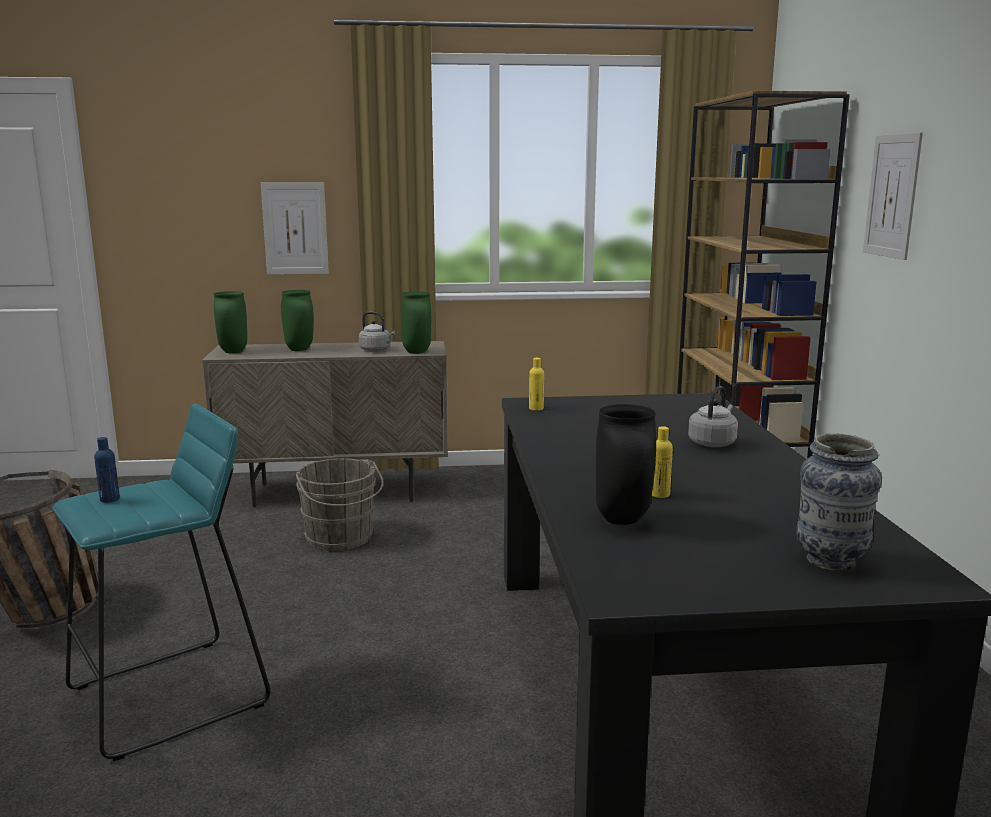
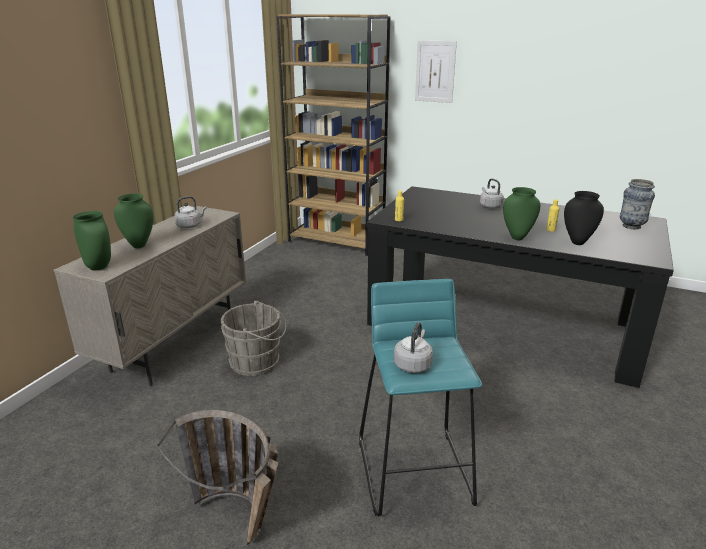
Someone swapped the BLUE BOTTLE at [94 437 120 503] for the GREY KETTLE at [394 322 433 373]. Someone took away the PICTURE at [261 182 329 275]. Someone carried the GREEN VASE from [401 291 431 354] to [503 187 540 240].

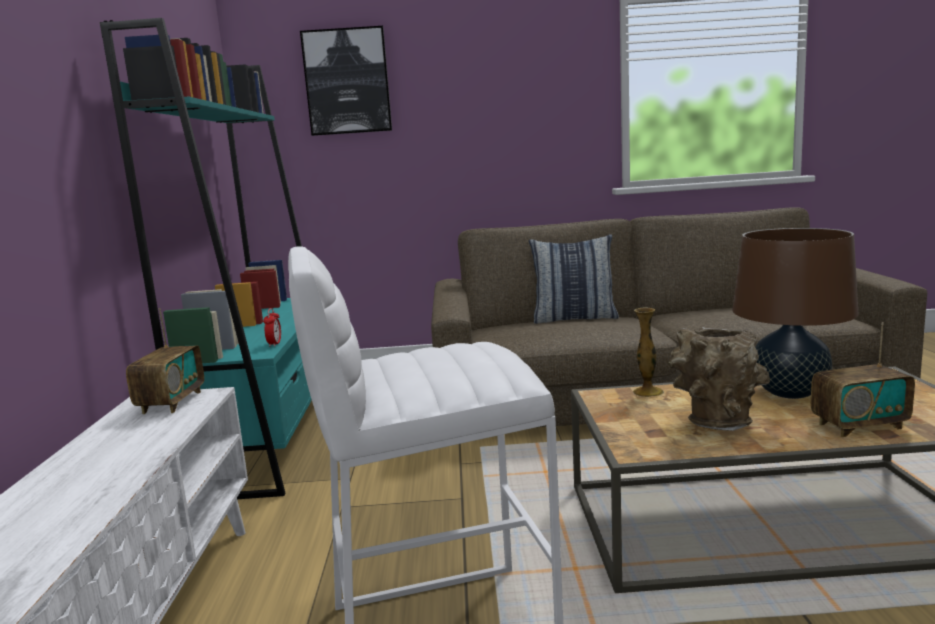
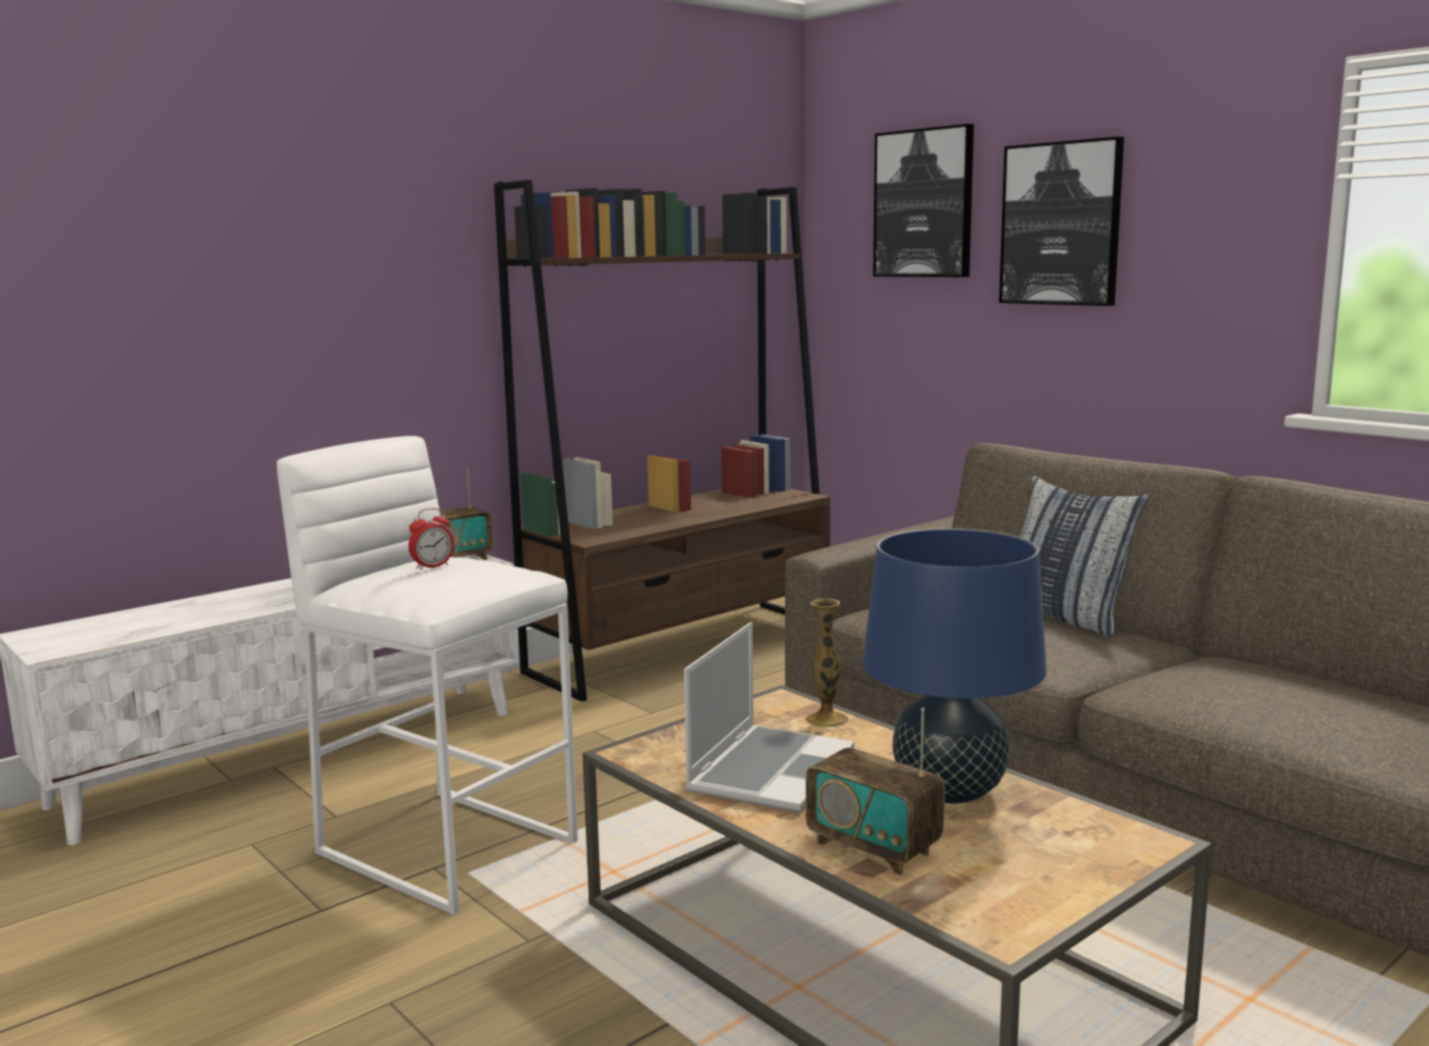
Someone repainted the TURQUOISE BOOKCASE at [100 18 312 499], which became the BROWN BOOKCASE at [494 180 830 702]. Someone carried the ALARM CLOCK from [263 308 281 347] to [409 508 454 570]. Someone swapped the BROWN VASE at [668 327 770 431] for the LAPTOP at [684 622 855 812]. Someone repainted the BROWN TABLE LAMP at [732 228 858 399], which became the BLUE TABLE LAMP at [863 528 1047 804]. Someone put up the PICTURE at [999 137 1124 306].

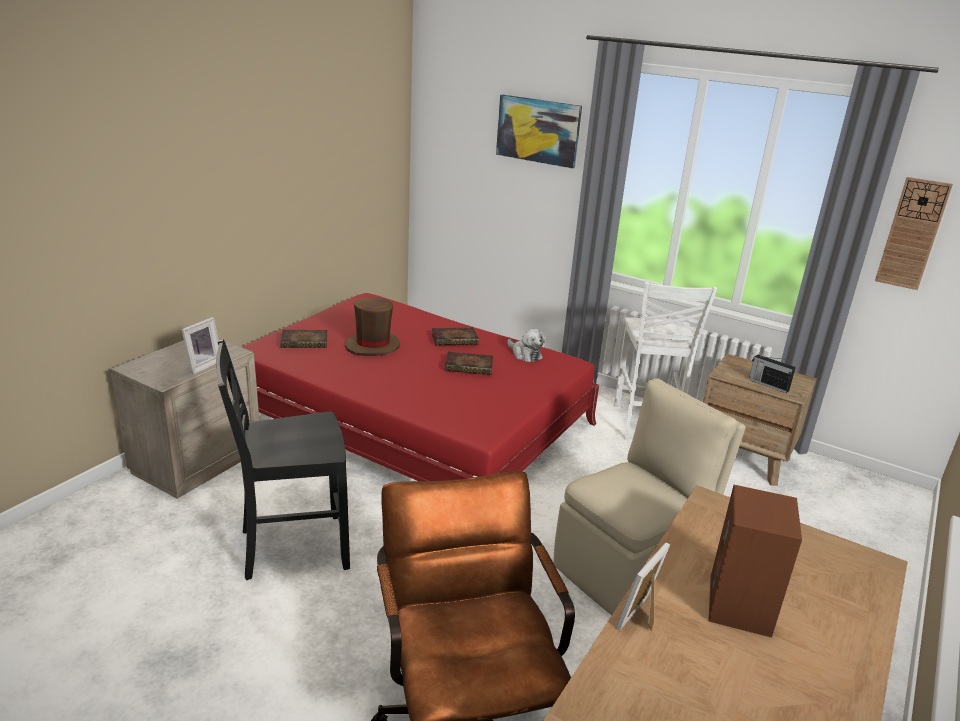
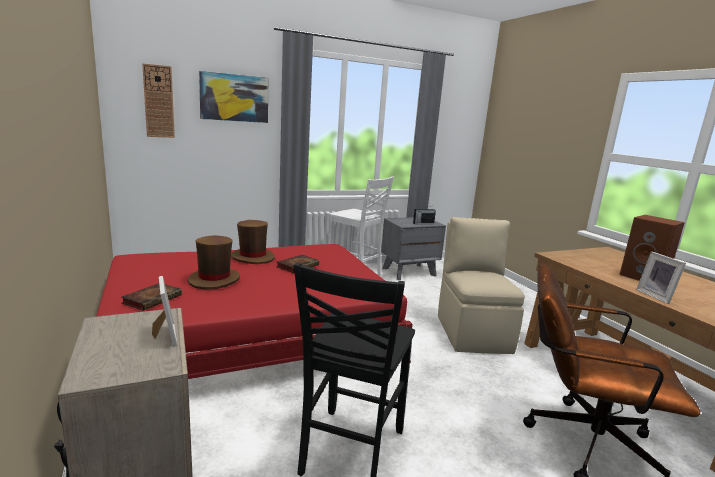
Someone swapped the BOOK at [432 328 479 345] for the BROWN HAT at [231 220 275 264]. Someone took away the PLUSH TOY at [508 329 545 362]. Someone repainted the BROWN NIGHTSTAND at [703 354 817 486], which became the GREY NIGHTSTAND at [381 217 446 280]. Someone carried the WALL CLOCK from [875 177 953 290] to [142 63 175 138].

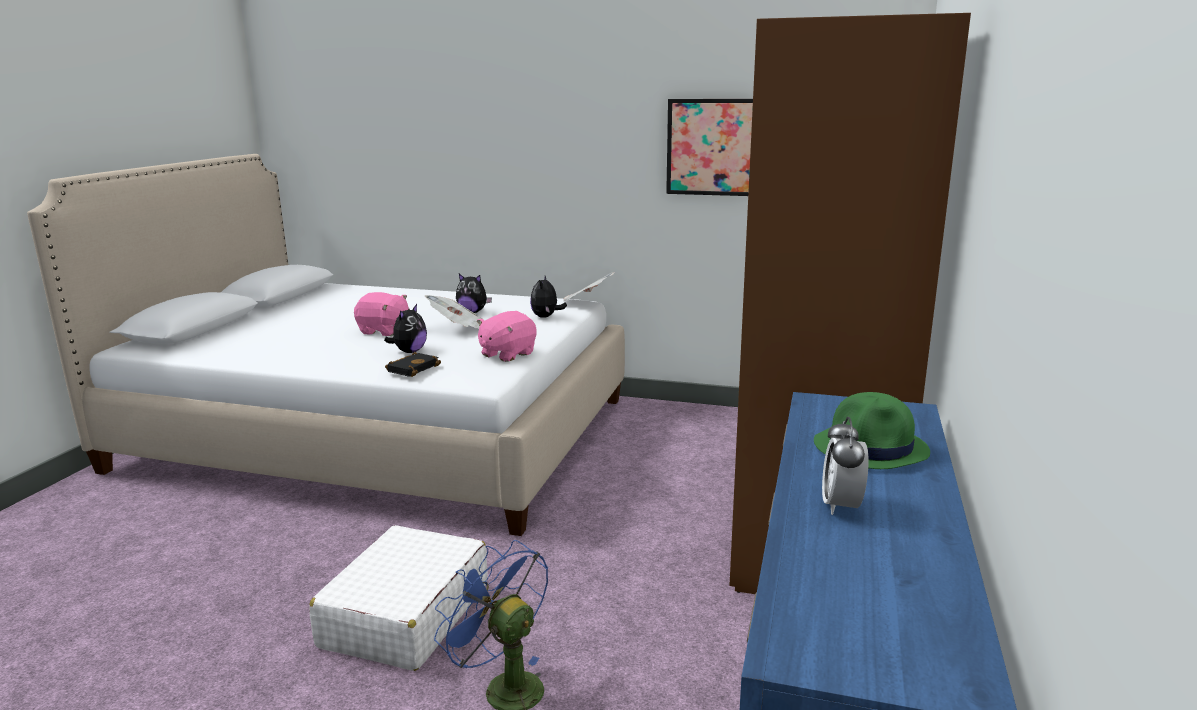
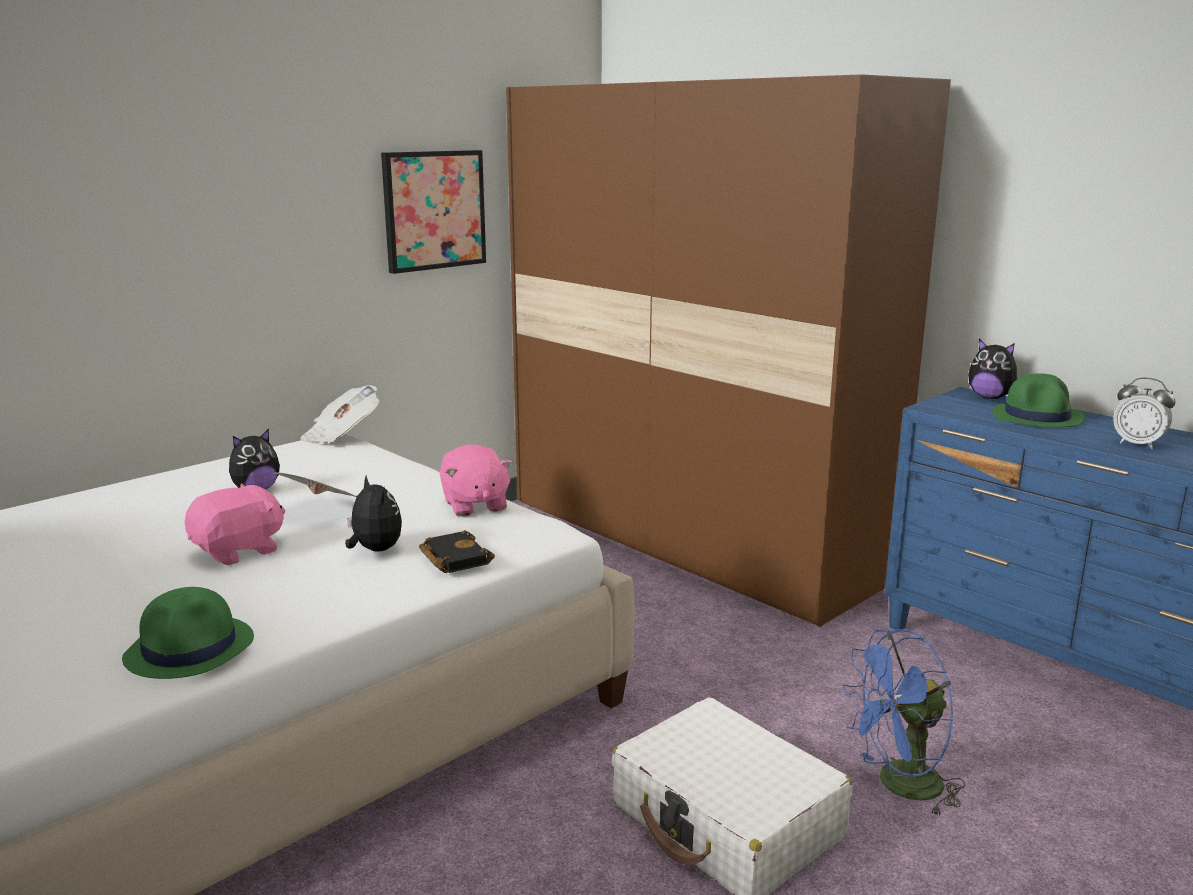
Someone carried the PLUSH TOY from [530 276 567 318] to [968 339 1018 399]. Someone put down the GREEN HAT at [122 587 254 679].

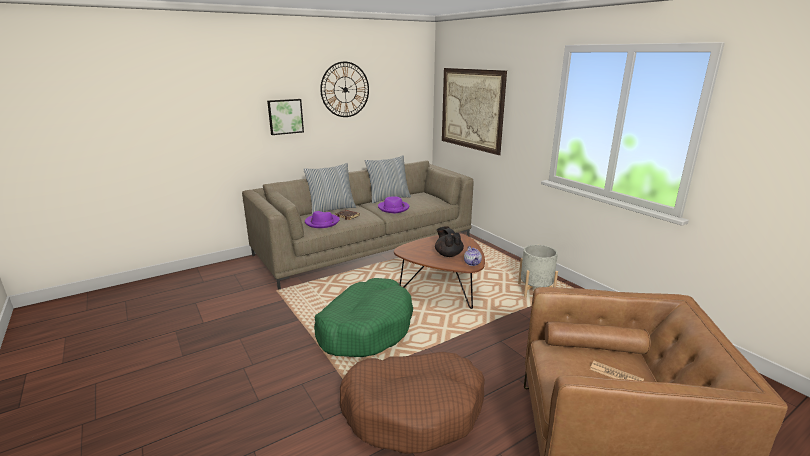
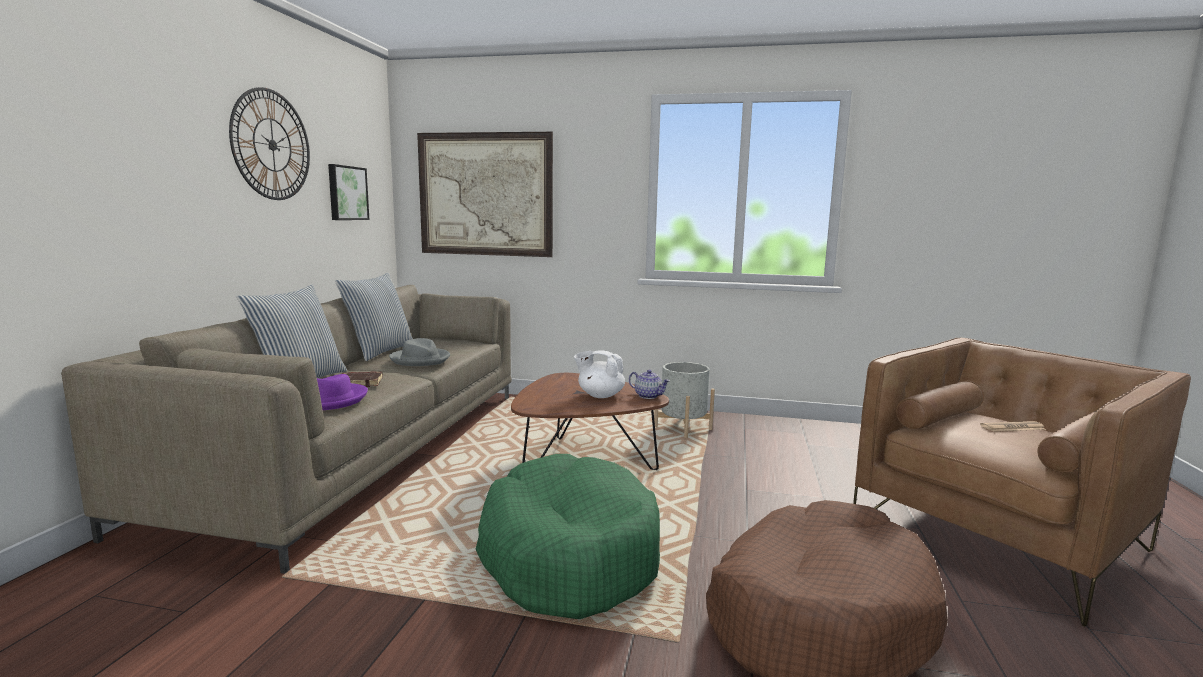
Someone carried the PICTURE from [267 99 304 135] to [328 164 369 220]. Someone repainted the PURPLE HAT at [378 196 409 213], which became the GREY HAT at [389 338 450 366]. Someone repainted the BLACK TEAPOT at [435 226 464 257], which became the WHITE TEAPOT at [574 350 625 398].

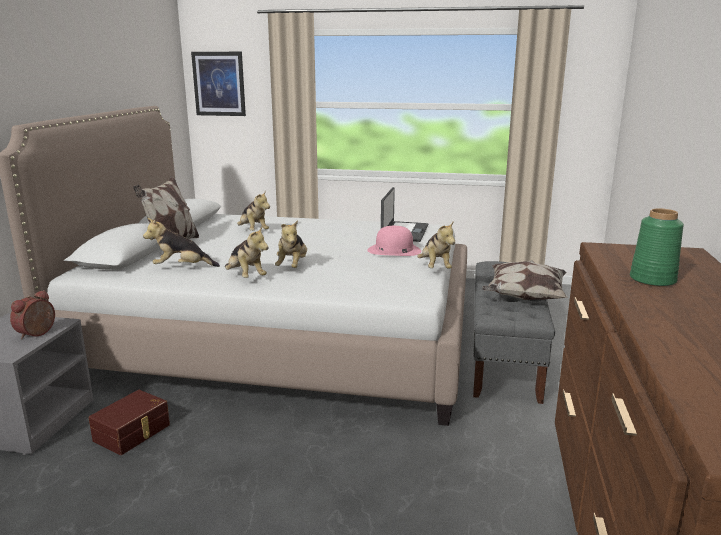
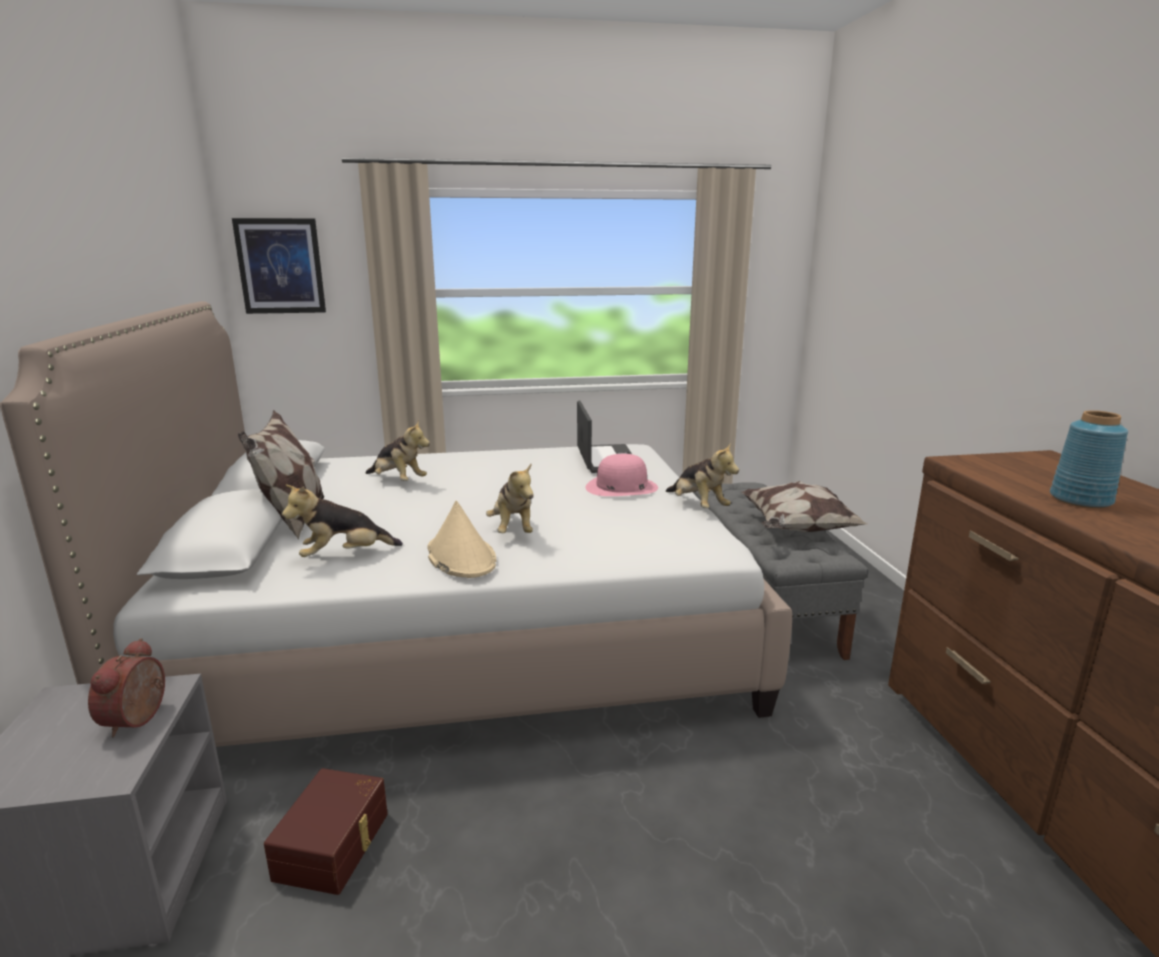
Someone swapped the PLUSH TOY at [225 227 269 278] for the BEIGE HAT at [427 501 496 578]. Someone repainted the GREEN VASE at [630 208 684 287], which became the BLUE VASE at [1050 410 1128 508].

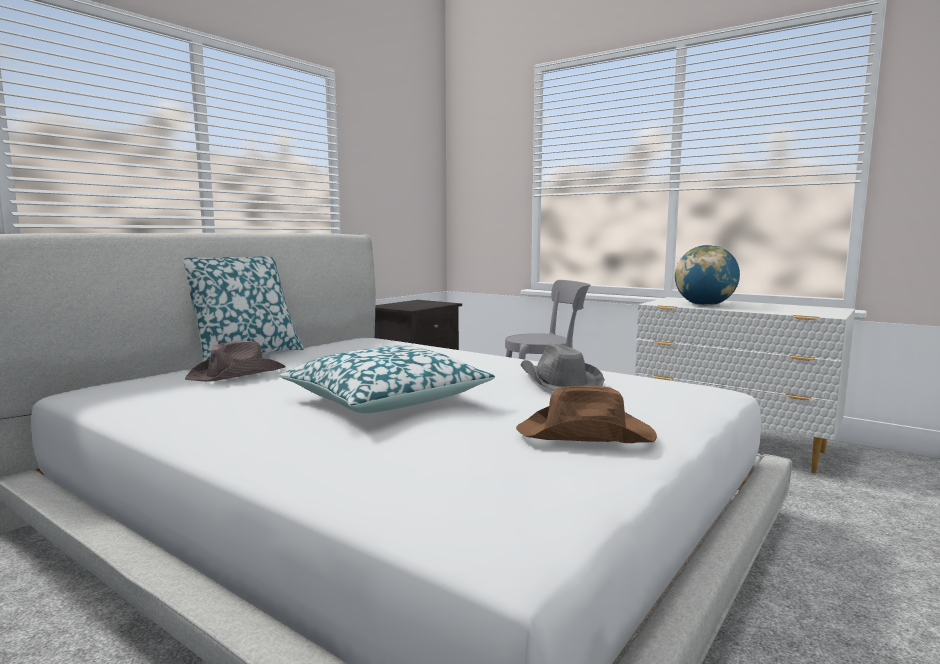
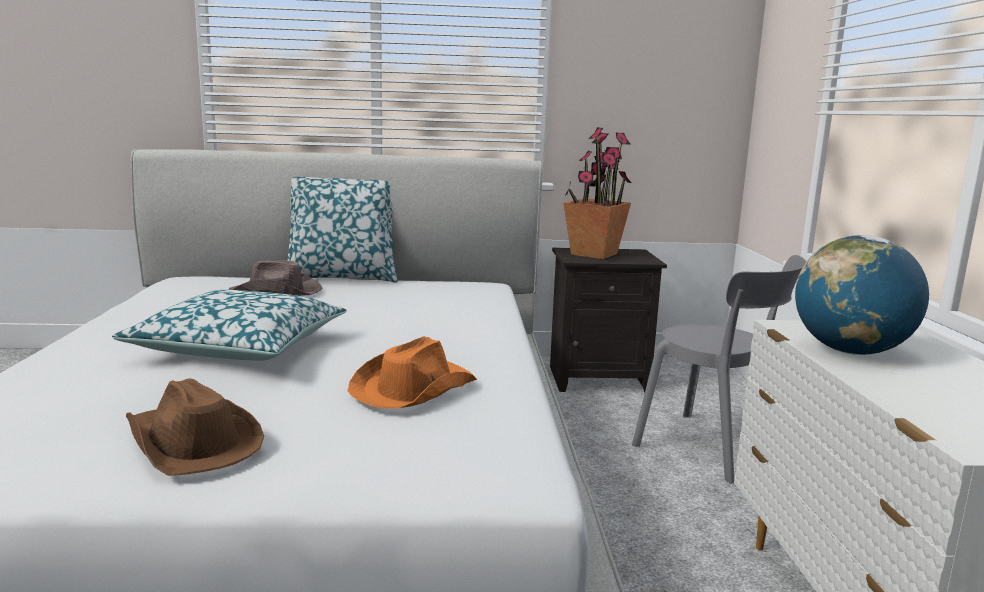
Someone repainted the GREY HAT at [520 343 605 391], which became the ORANGE HAT at [348 336 477 408]. Someone put down the POTTED PLANT at [563 127 631 259].

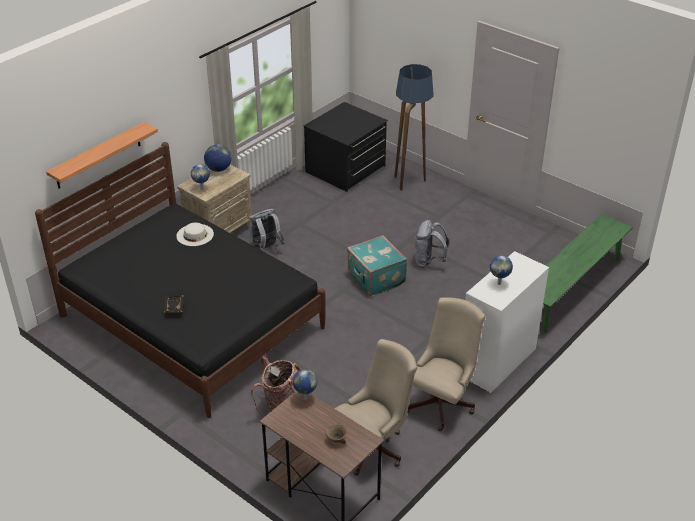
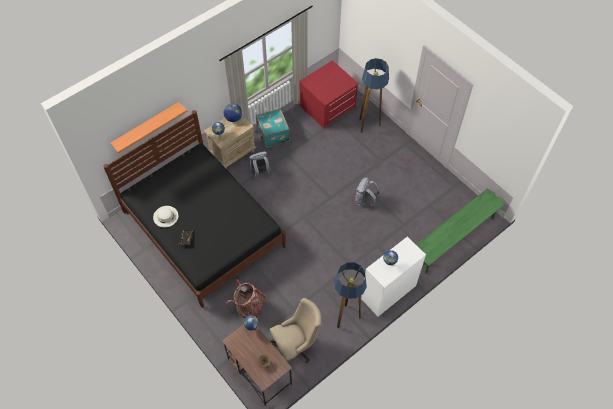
Someone carried the WHITE HAT from [176 223 214 246] to [153 206 178 227]. Someone repainted the BLACK DRESSER at [304 102 388 192], which became the RED DRESSER at [299 60 359 129]. Someone carried the TURQUOISE SUITCASE from [347 235 407 297] to [256 109 290 148]. Someone swapped the BEIGE OFFICE CHAIR at [407 298 485 431] for the FLOOR LAMP at [334 262 367 328].

